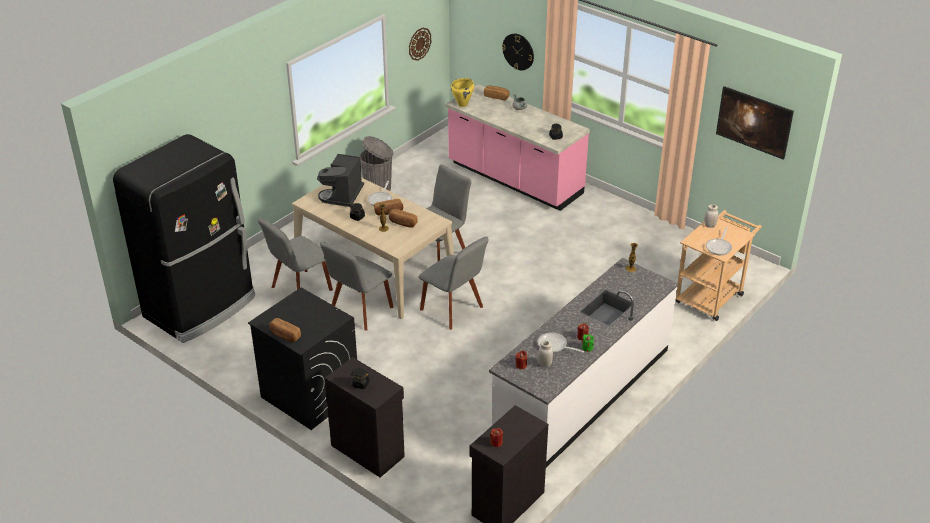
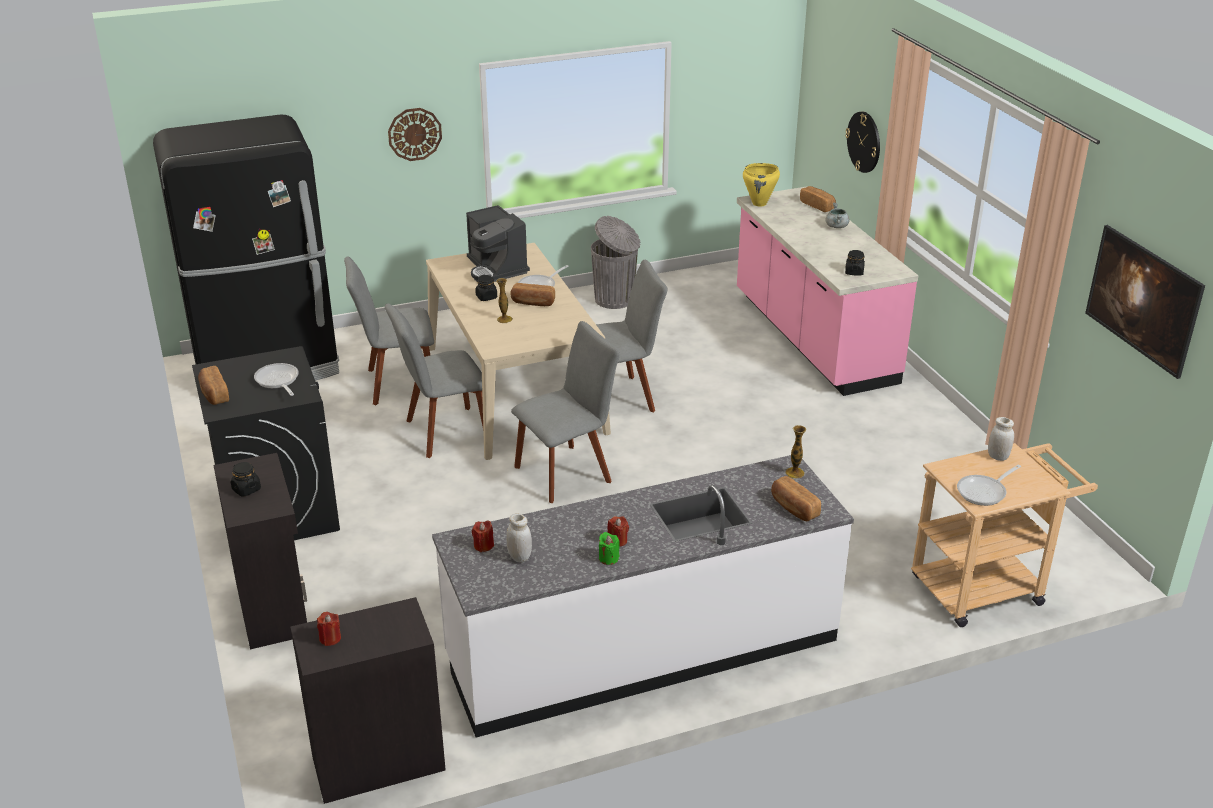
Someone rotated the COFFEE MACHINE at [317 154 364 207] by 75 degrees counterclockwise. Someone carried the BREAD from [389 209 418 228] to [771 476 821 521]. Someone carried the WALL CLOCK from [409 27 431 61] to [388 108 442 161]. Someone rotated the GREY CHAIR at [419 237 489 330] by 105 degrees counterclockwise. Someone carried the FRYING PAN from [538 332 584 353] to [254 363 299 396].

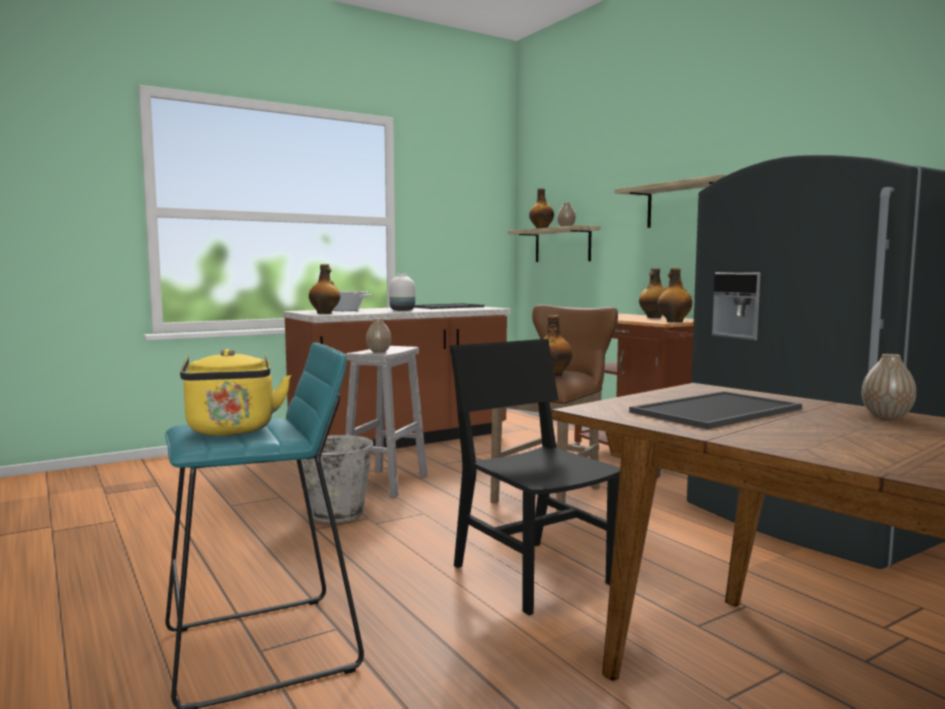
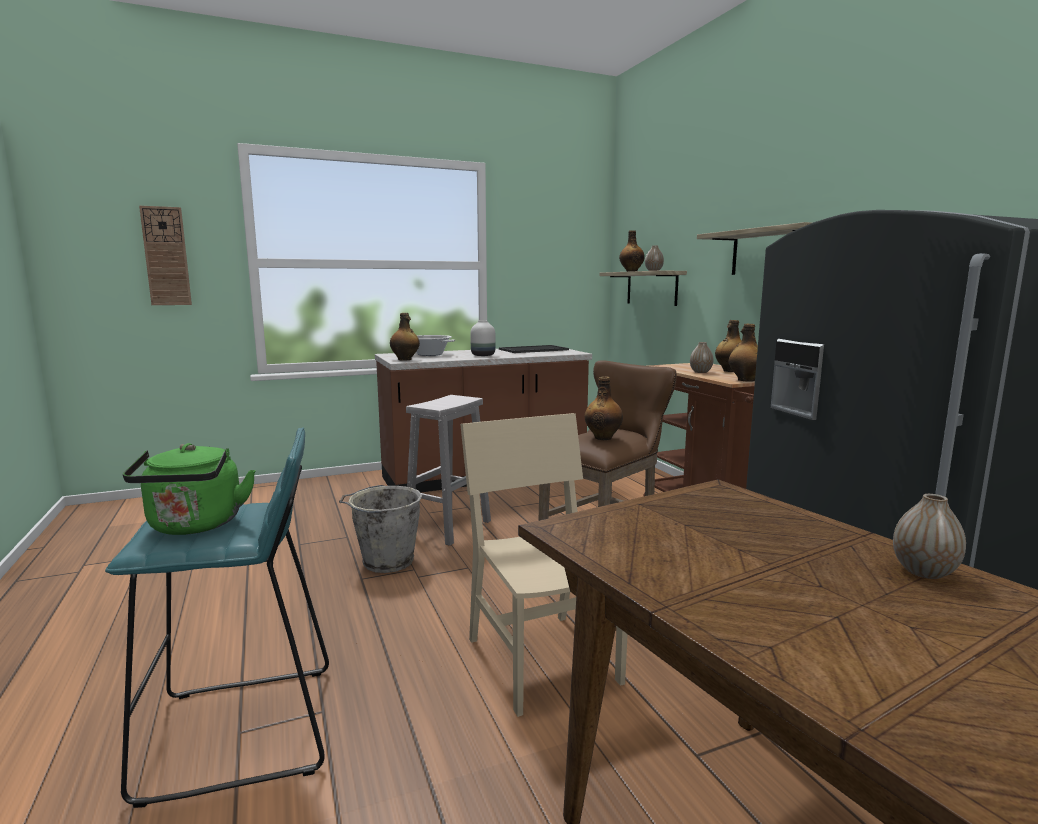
Someone repainted the YELLOW KETTLE at [180 349 291 436], which became the GREEN KETTLE at [123 443 256 535]. Someone carried the VASE from [366 318 391 353] to [690 342 713 373]. Someone repainted the BLACK CHAIR at [450 339 620 615], which became the BEIGE CHAIR at [460 413 628 717]. Someone took away the TRAY at [629 391 802 429]. Someone put up the WALL CLOCK at [139 206 192 305].

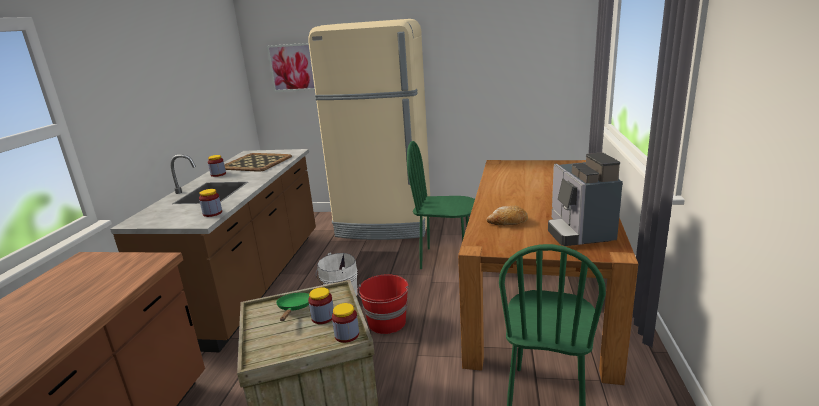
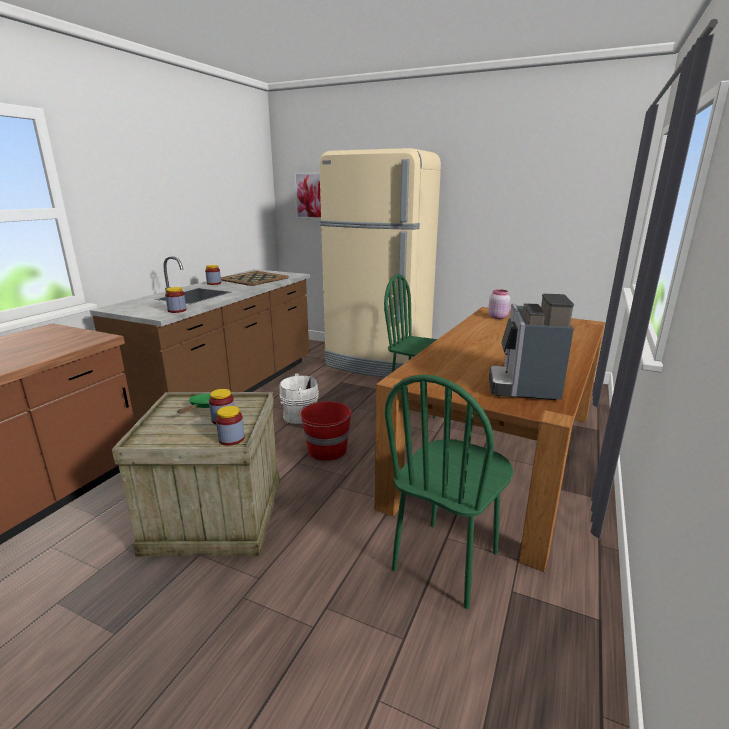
Someone took away the BREAD at [487 206 528 225]. Someone put down the PINK JAR at [488 289 510 319].

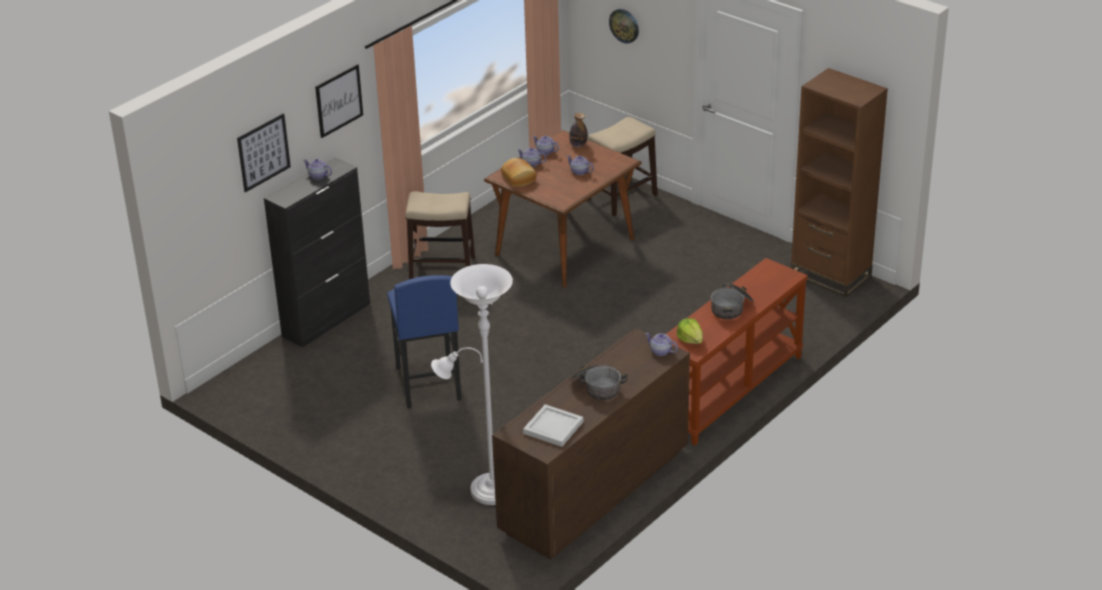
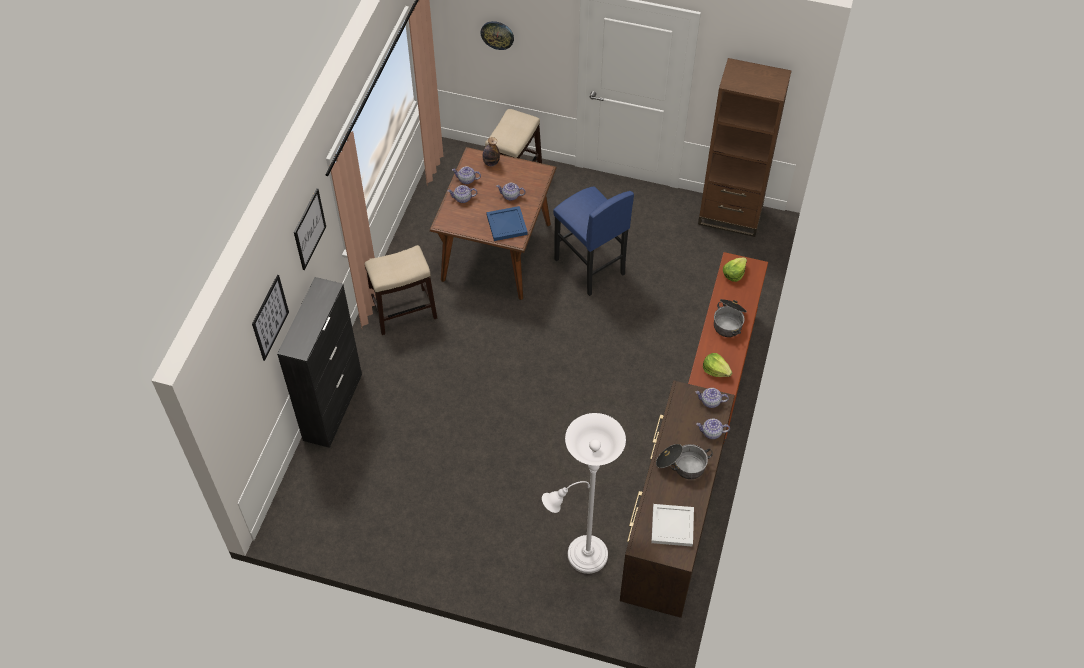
Someone carried the TEAPOT from [303 159 332 180] to [696 418 730 439]. Someone carried the BLUE STOOL from [387 275 461 409] to [553 186 634 296]. Someone took away the BREAD at [501 158 537 187]. Someone put down the BLUE TRAY at [486 206 528 241]. Someone put down the LETTUCE at [723 257 747 282].

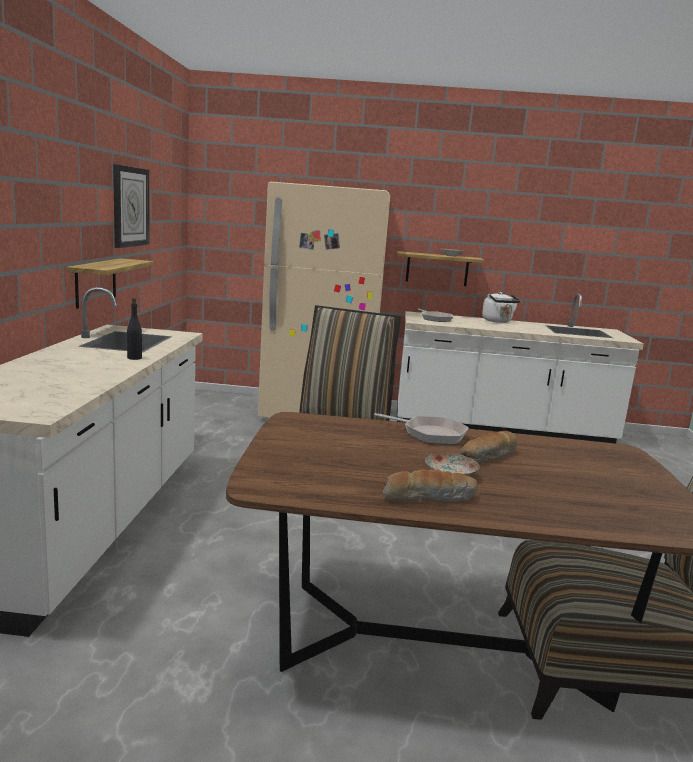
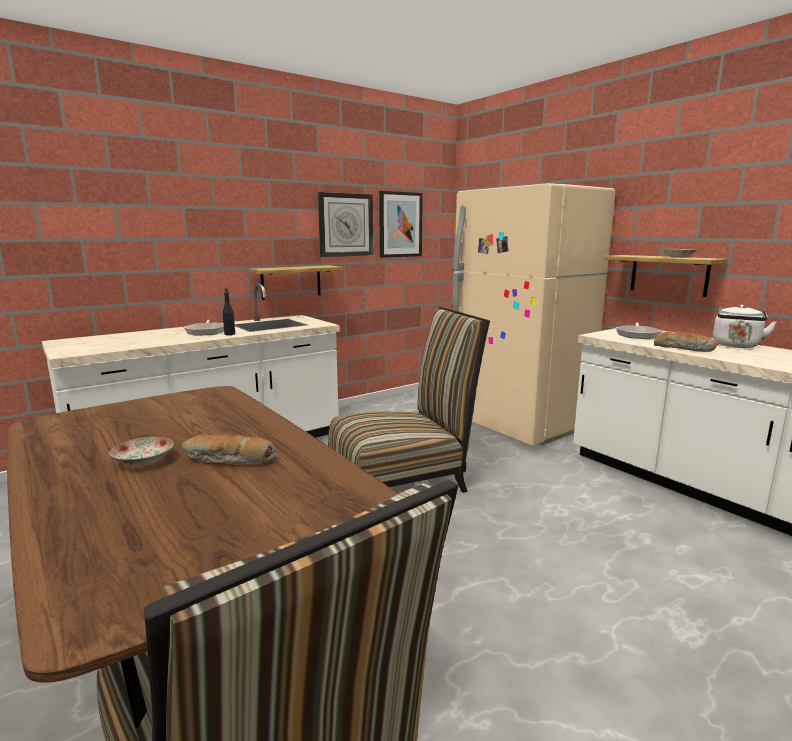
Someone carried the FRYING PAN from [374 413 469 444] to [183 320 224 336]. Someone carried the BREAD from [383 469 478 502] to [654 332 718 352]. Someone put up the PICTURE at [379 191 423 258].

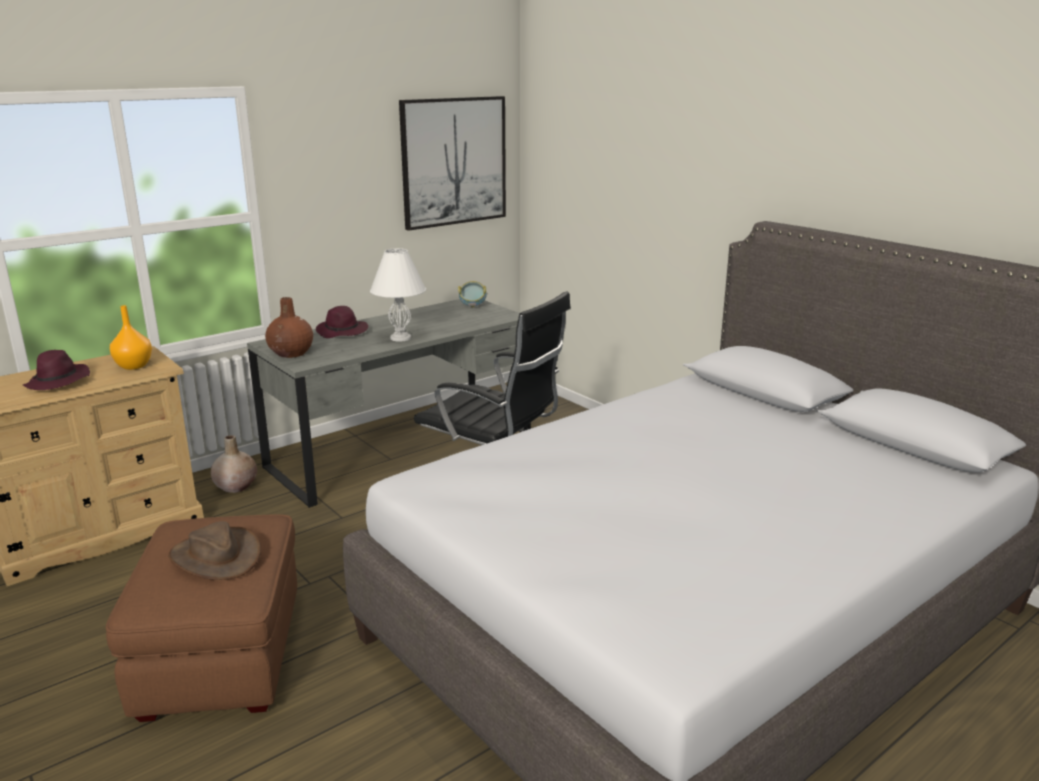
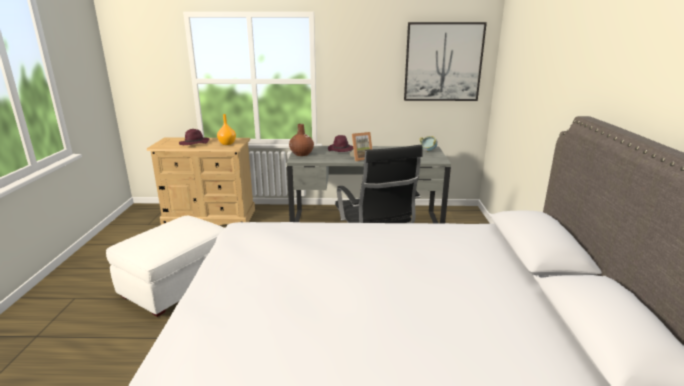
Someone repainted the BROWN OTTOMAN at [106 514 297 722], which became the WHITE OTTOMAN at [106 216 225 317]. Someone took away the BROWN HAT at [168 521 261 580]. Someone took away the BEIGE VASE at [211 435 257 493]. Someone swapped the WHITE TABLE LAMP at [370 248 426 342] for the PICTURE FRAME at [350 132 372 161].

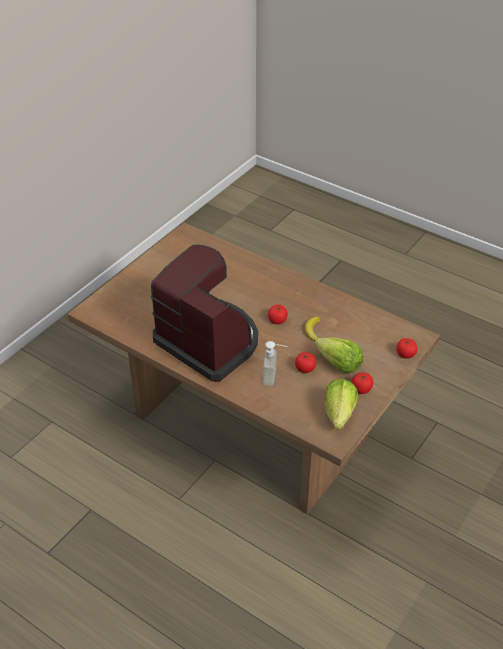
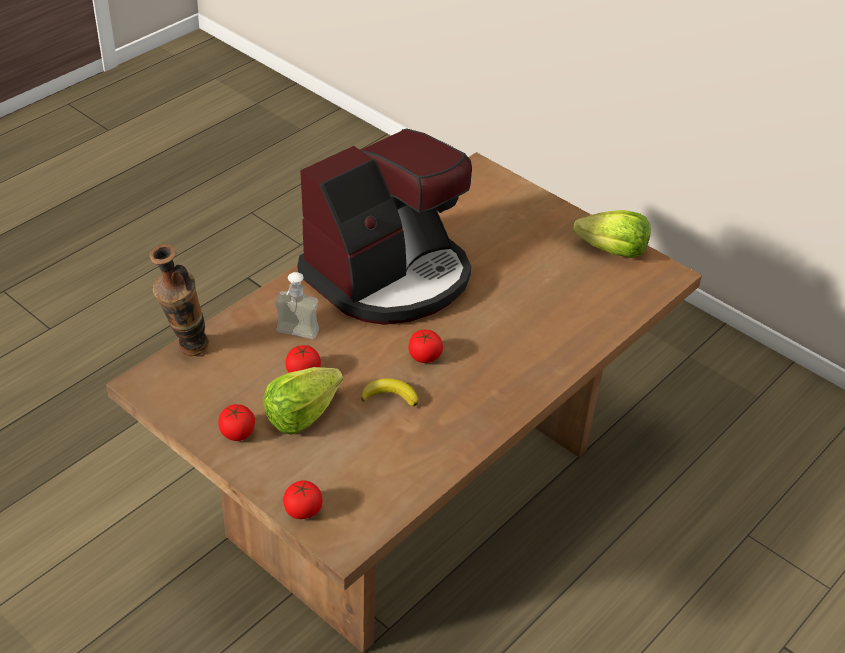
Someone carried the LETTUCE from [324 379 358 430] to [573 210 651 258]. Someone put down the VASE at [150 244 209 356].

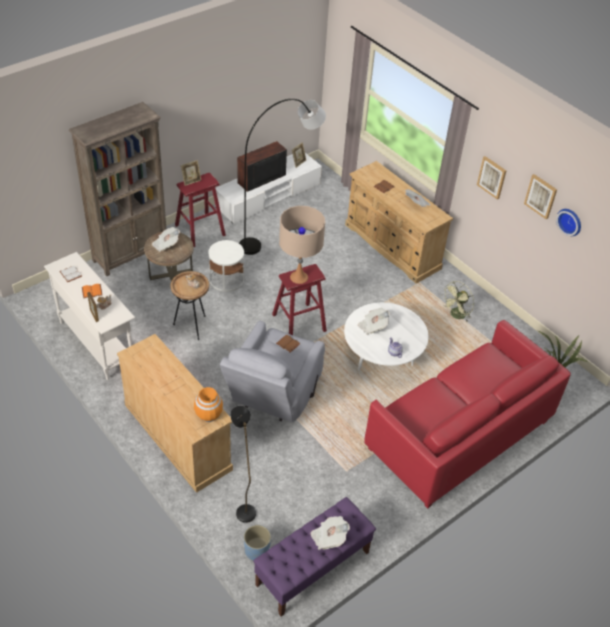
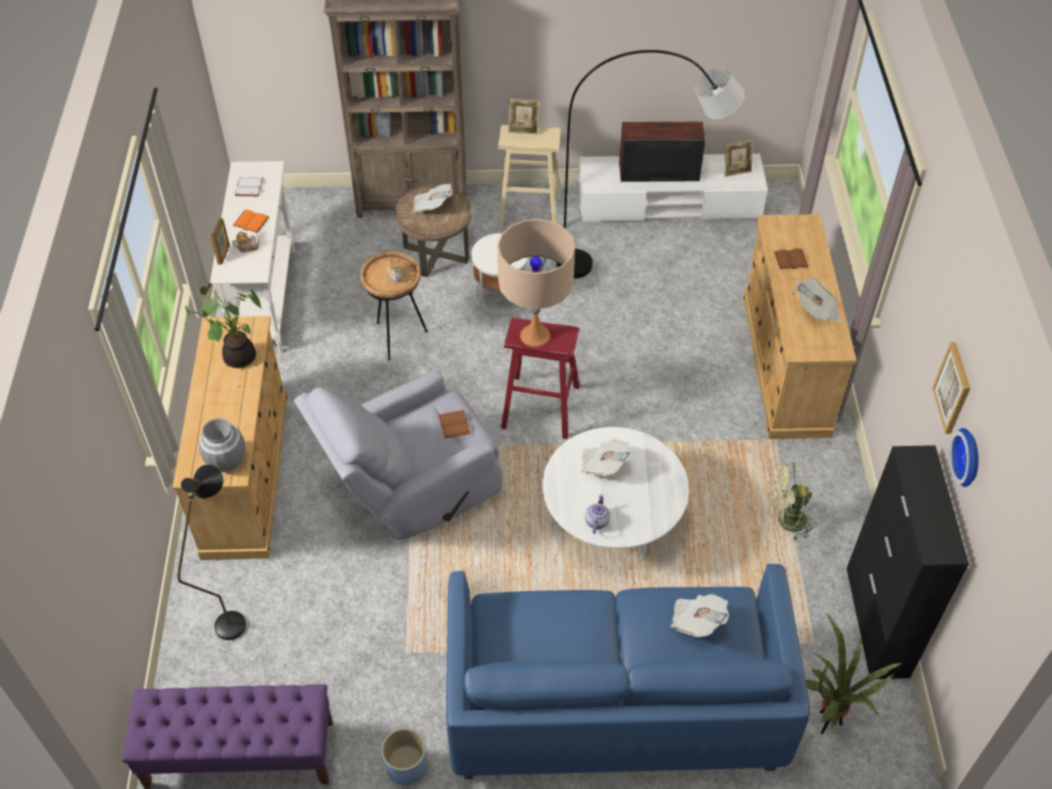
Someone repainted the RED STOOL at [175 173 226 247], which became the BEIGE STOOL at [498 125 561 230]. Someone repainted the ORANGE VASE at [194 387 223 422], which became the GREY VASE at [199 418 245 472]. Someone carried the BLUE PLANTER from [244 525 271 561] to [381 728 427 785]. Someone carried the NEWSPAPER from [310 516 350 550] to [671 594 729 637]. Someone repainted the RED SOFA at [364 320 571 509], which became the BLUE SOFA at [446 564 810 779]. Someone took away the PICTURE at [477 156 506 200]. Someone put down the POTTED PLANT at [185 283 262 368]. Someone put down the BLACK CABINET at [847 445 969 679].

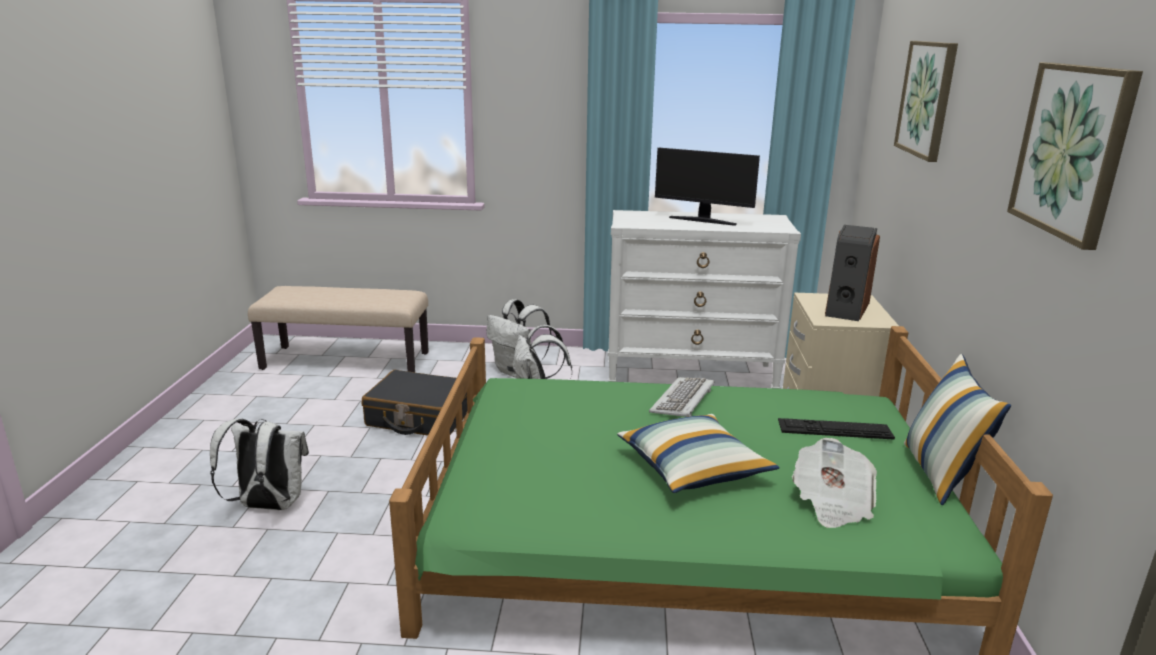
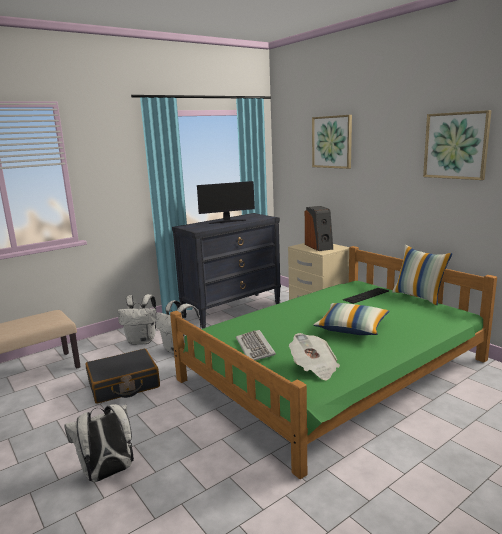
Someone repainted the WHITE DRESSER at [608 210 801 389], which became the BLACK DRESSER at [172 213 281 329]. Someone carried the KEYBOARD from [649 377 715 417] to [236 330 276 360]. Someone carried the NEWSPAPER from [792 438 877 528] to [289 333 340 380].

